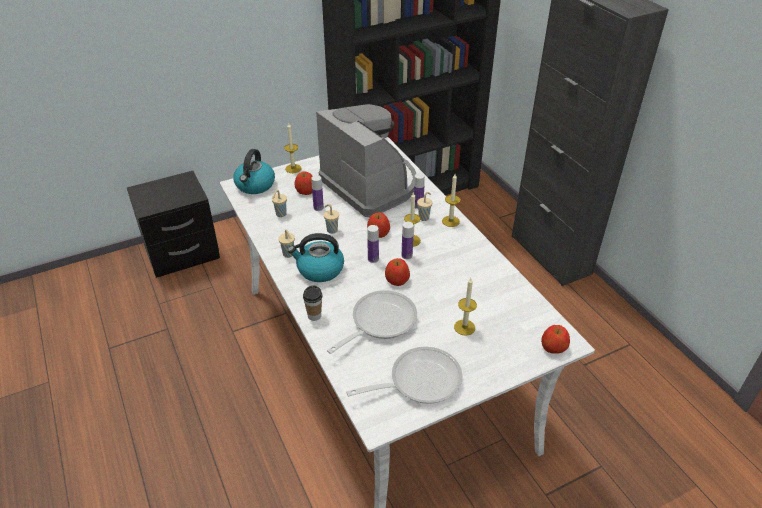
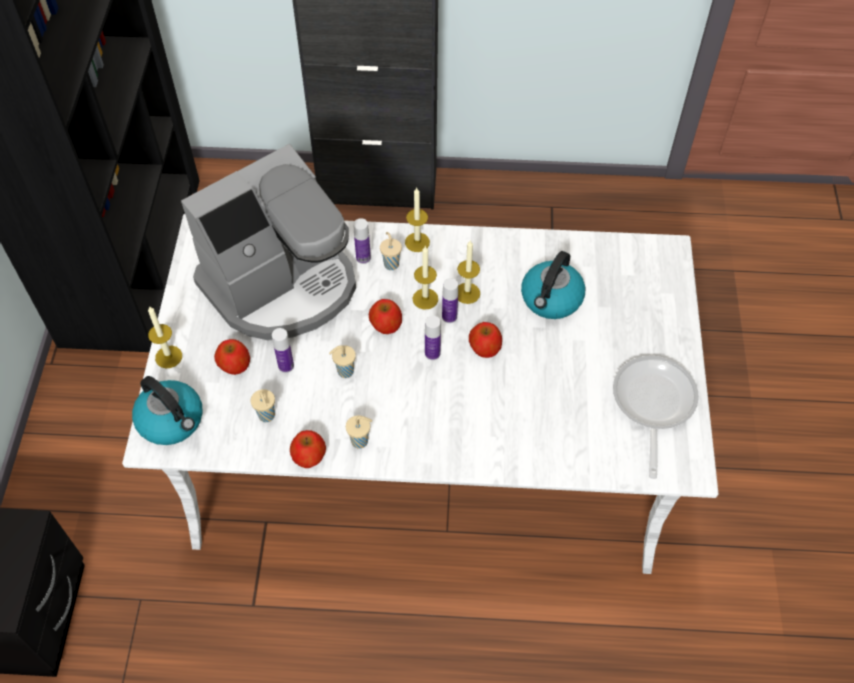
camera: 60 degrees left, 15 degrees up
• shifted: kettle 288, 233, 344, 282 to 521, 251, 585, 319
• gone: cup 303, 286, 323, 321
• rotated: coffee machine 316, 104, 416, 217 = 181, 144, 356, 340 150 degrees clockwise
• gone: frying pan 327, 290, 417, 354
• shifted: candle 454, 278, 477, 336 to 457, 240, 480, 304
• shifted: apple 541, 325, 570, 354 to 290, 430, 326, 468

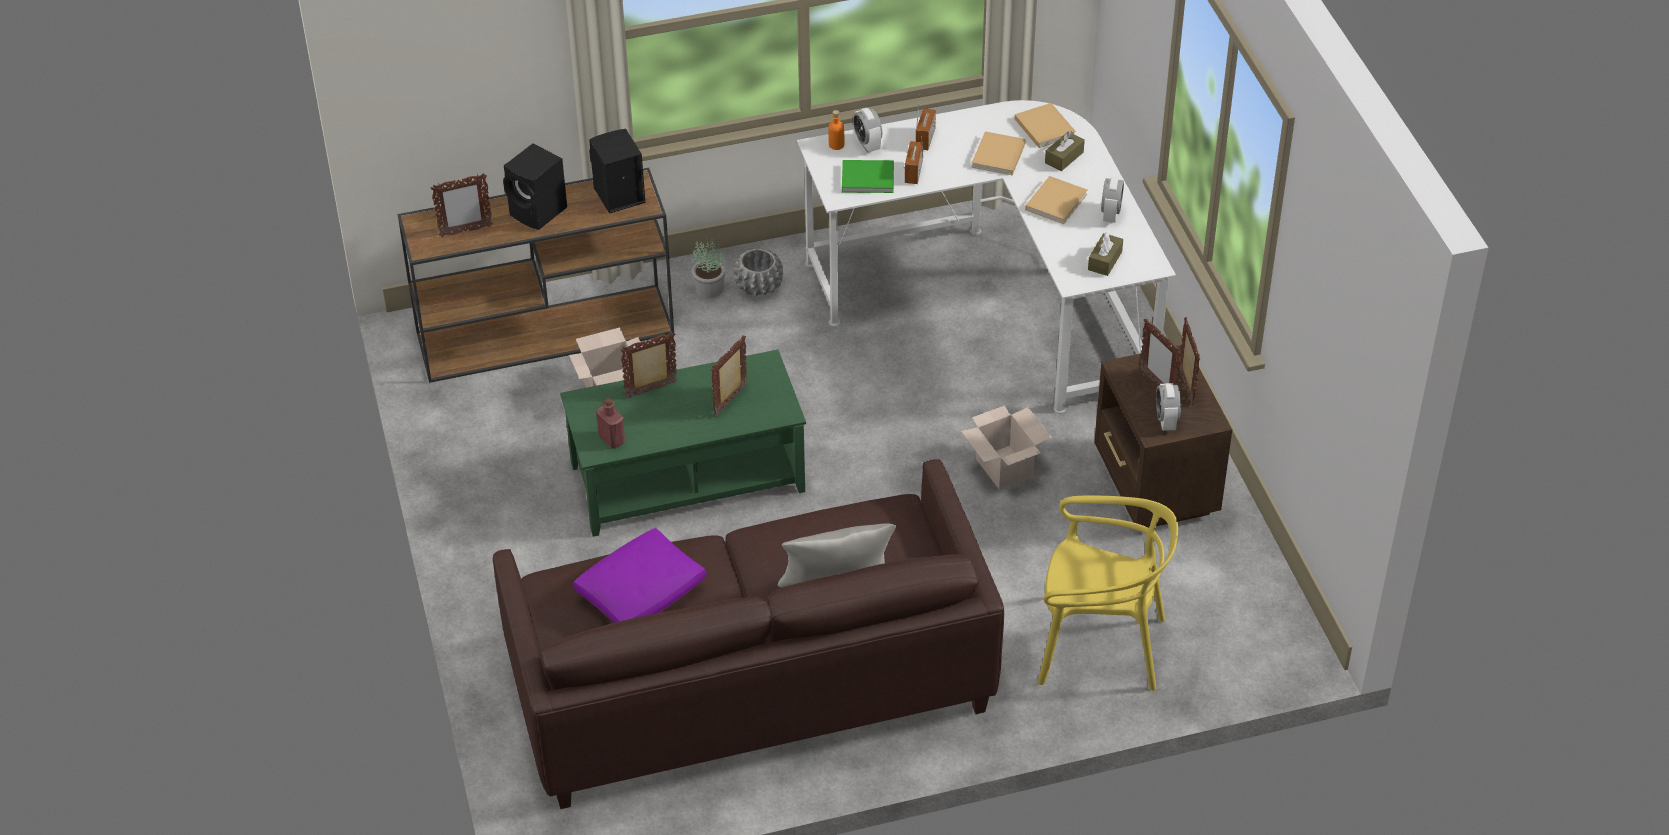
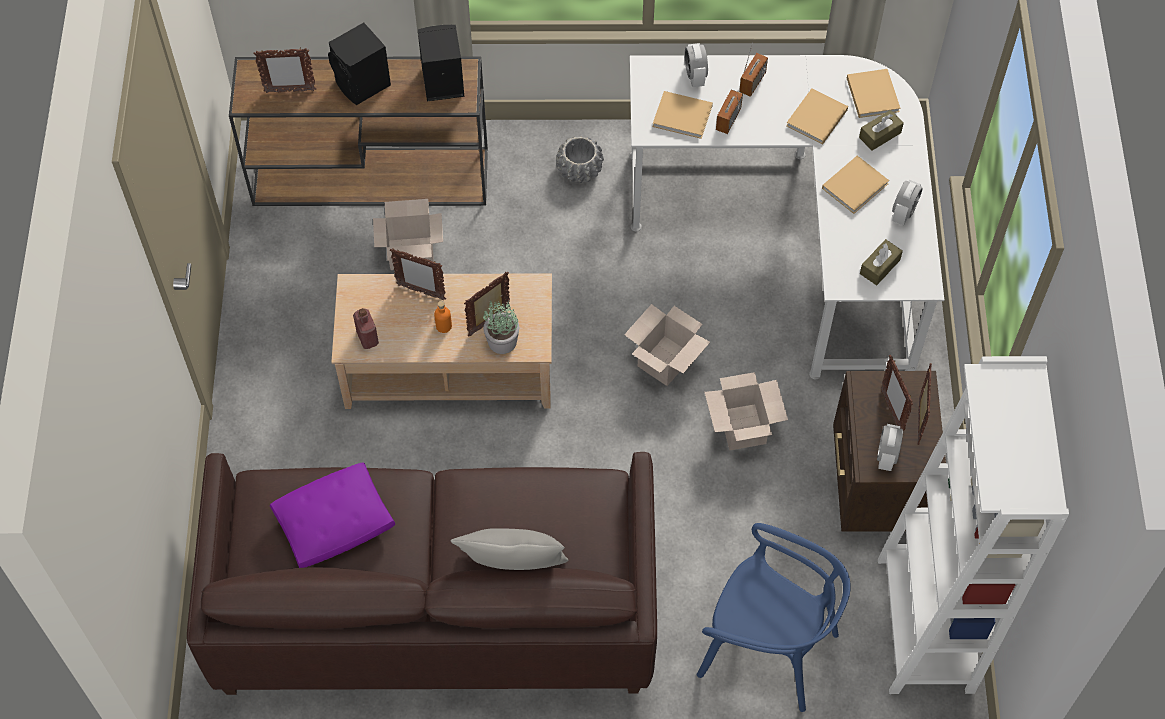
camera: 15 degrees right, 15 degrees up
• repainted: coffee table in green 560, 350, 806, 537 to coffee table in beige 331, 273, 552, 409
• rotated: picture frame 620, 332, 677, 398 = 390, 249, 446, 300 150 degrees counterclockwise
• shifted: potted plant 692, 241, 725, 298 to 483, 300, 520, 354
• shifted: bottle in orange 828, 110, 844, 150 to 434, 301, 452, 333
• repainted: book in green 842, 160, 894, 193 to book in beige 653, 91, 713, 139
• repainted: chair in yellow 1037, 495, 1178, 690 to chair in blue 697, 523, 851, 712
• new: cardboard box 624, 304, 710, 386
• new: bookcase in white 878, 356, 1069, 694

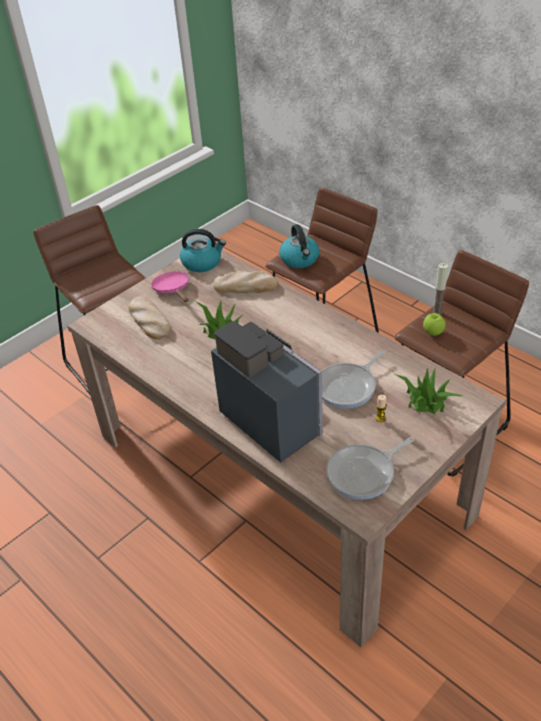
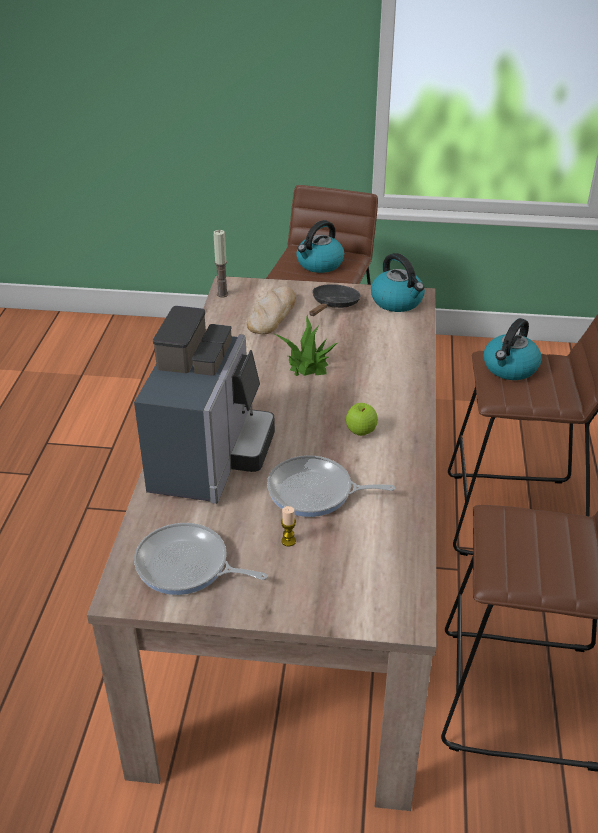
camera: 50 degrees right, 5 degrees down
• repainted: frying pan in pink 151, 271, 189, 302 to frying pan in black 309, 284, 361, 316
• gone: bread 213, 271, 279, 293
• gone: potted plant 395, 368, 462, 414
• shifted: apple 423, 313, 446, 336 to 346, 403, 378, 436
• shifted: candle 433, 263, 448, 315 to 213, 230, 229, 297
• new: kettle 296, 220, 344, 273

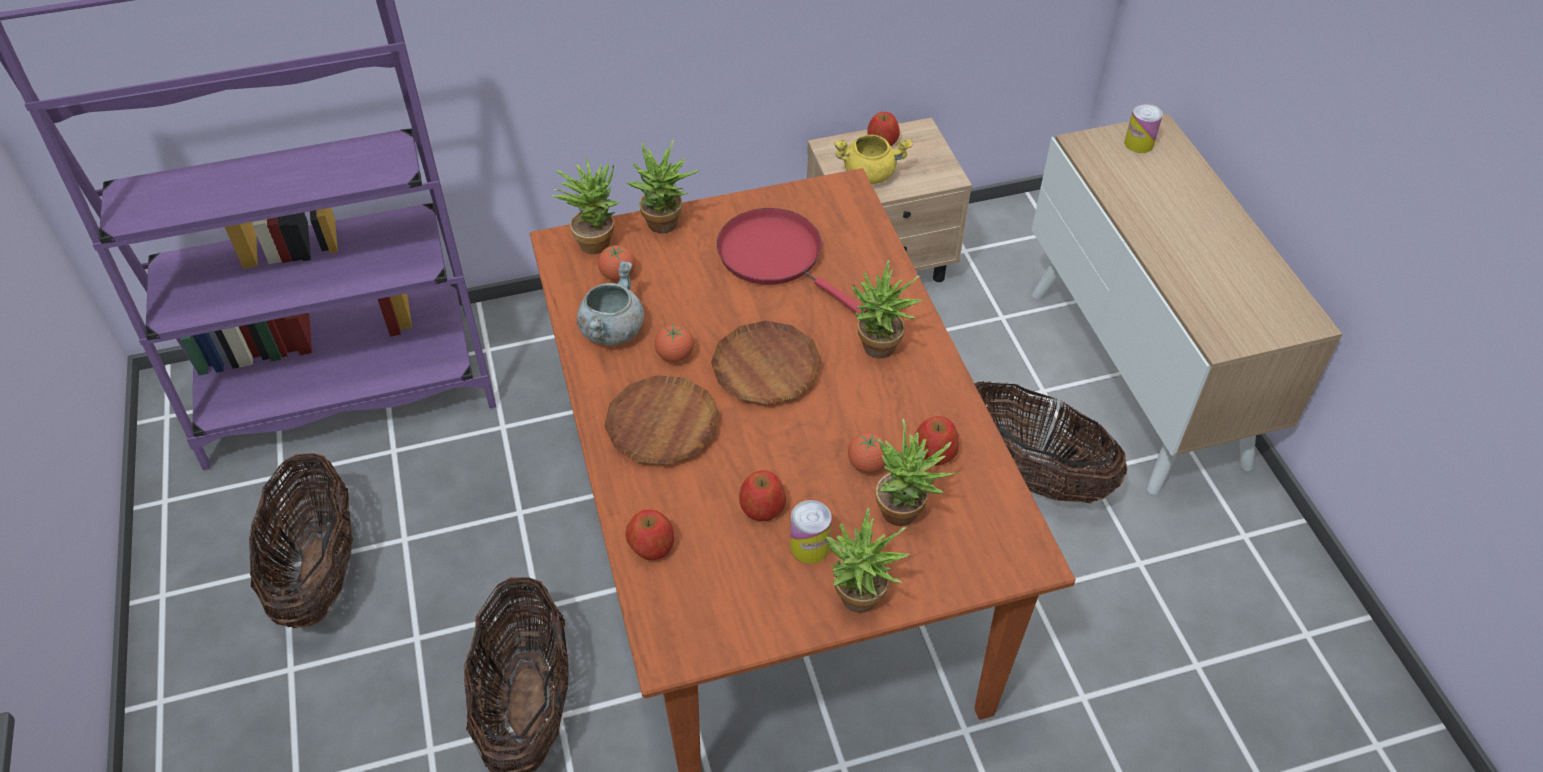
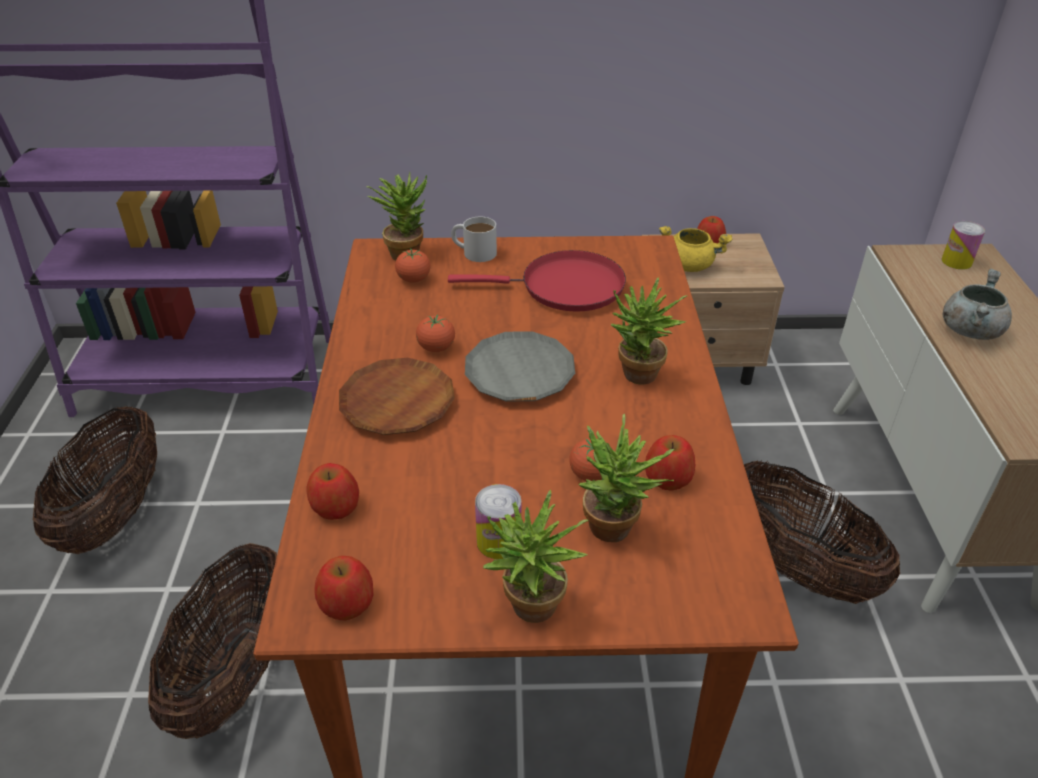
camera: 15 degrees right, 10 degrees down
• shifted: cooking pot in grey 577, 261, 644, 345 to 943, 269, 1012, 340
• swapped: potted plant 626, 140, 699, 233 to mug in white 451, 217, 497, 262
• repainted: plate in brown 711, 321, 822, 405 to plate in grey 465, 331, 575, 402
• rotated: frying pan in red 717, 208, 867, 314 = 448, 250, 626, 312 120 degrees clockwise
• shifted: apple 739, 470, 786, 521 to 314, 556, 374, 620

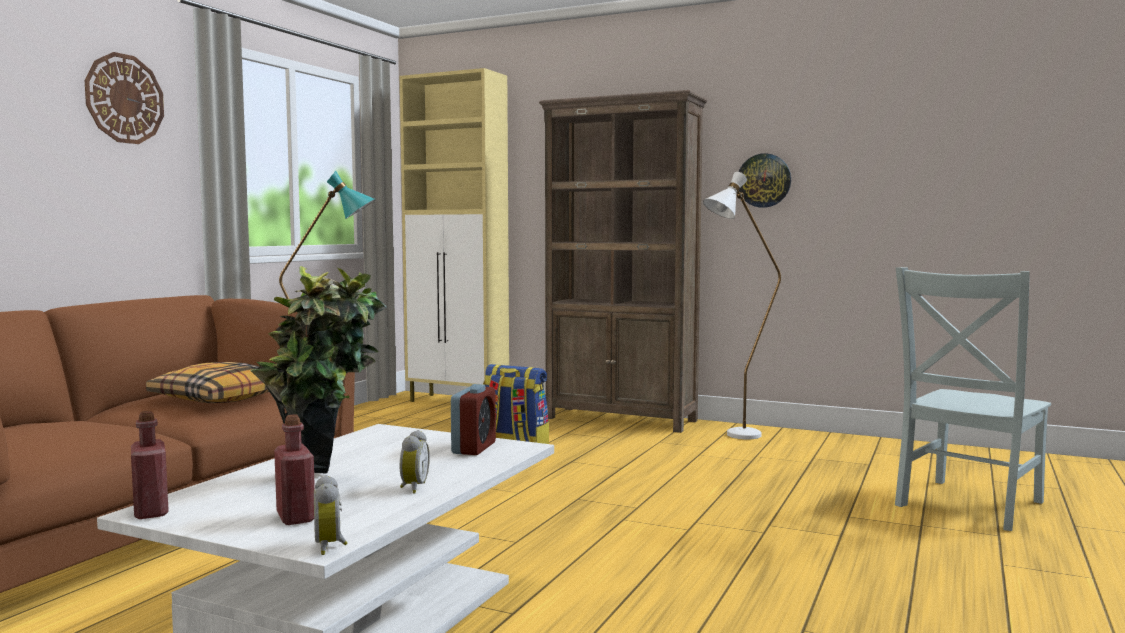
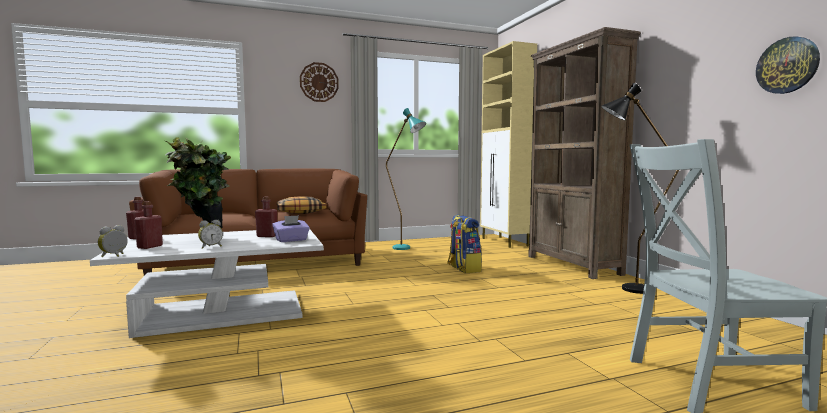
camera: 45 degrees right, 0 degrees up
• swapped: alarm clock 451, 384, 496, 455 to tissue box in purple 272, 215, 310, 242
• repainted: floor lamp in white 703, 172, 781, 439 to floor lamp in black 601, 83, 679, 294
• shifted: wall clock 739, 153, 791, 208 to 756, 36, 820, 94
• new: bottle in red 255, 196, 277, 237

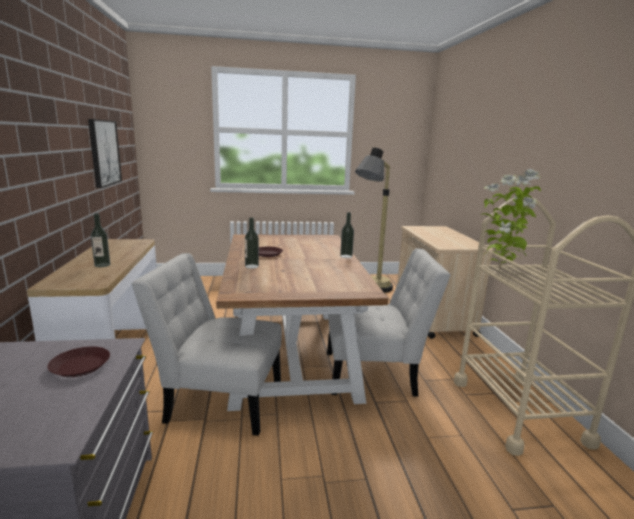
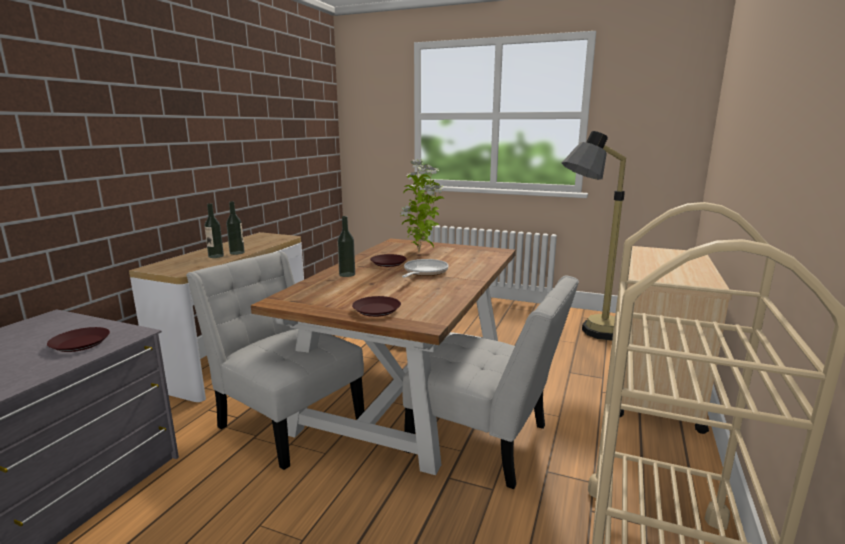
camera: 30 degrees right, 0 degrees up
• gone: picture 88, 119, 122, 188
• shifted: bottle 340, 212, 354, 258 to 226, 201, 245, 255
• shifted: potted plant 480, 169, 541, 271 to 401, 159, 445, 252
• new: plate in brown 352, 296, 401, 317
• new: frying pan 402, 259, 449, 278

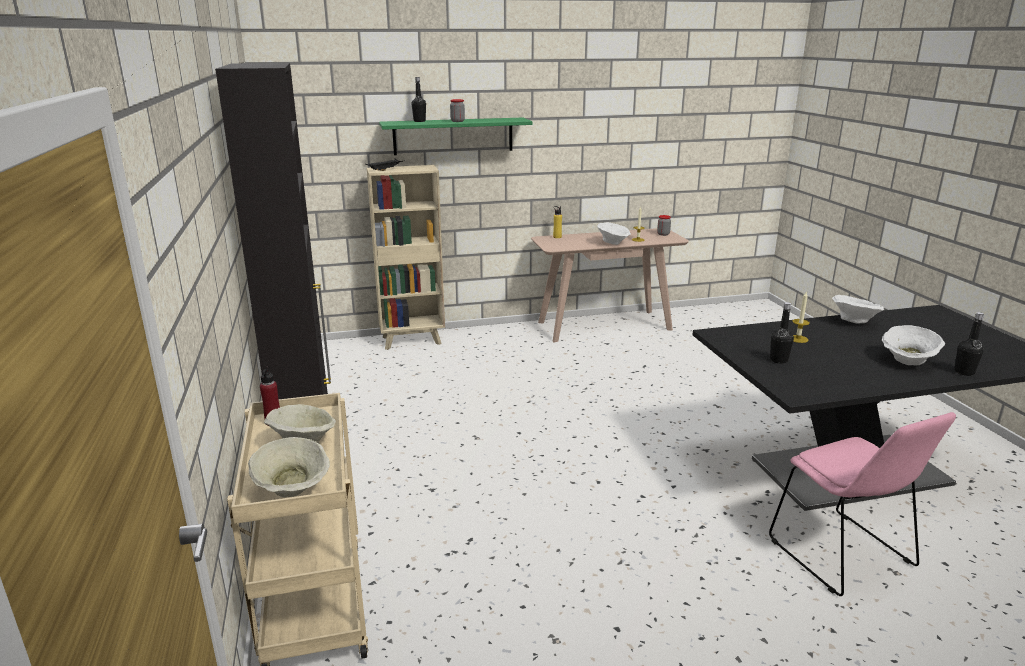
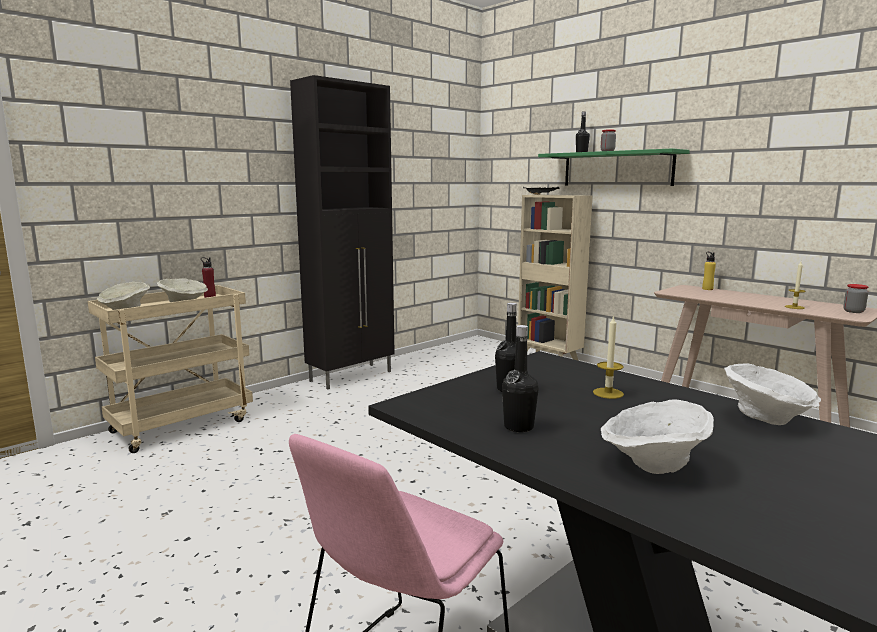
camera: 60 degrees right, 10 degrees down
• gone: bowl in white 597, 222, 631, 245
• shifted: bottle in black 954, 312, 984, 376 to 502, 325, 539, 432

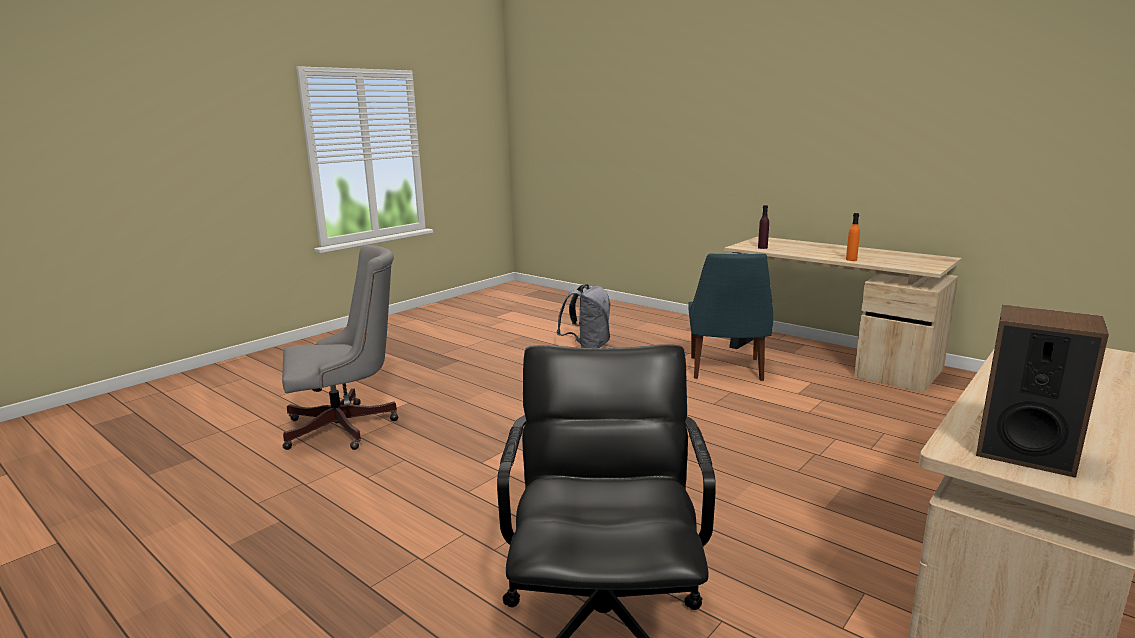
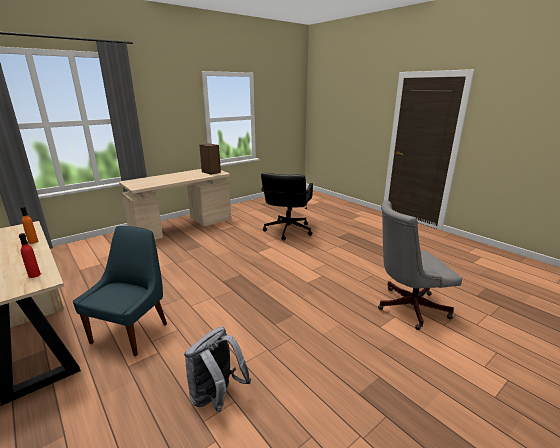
camera: 170 degrees left, 5 degrees up
• repainted: bottle in purple 758, 205, 769, 249 to bottle in red 19, 233, 41, 278

